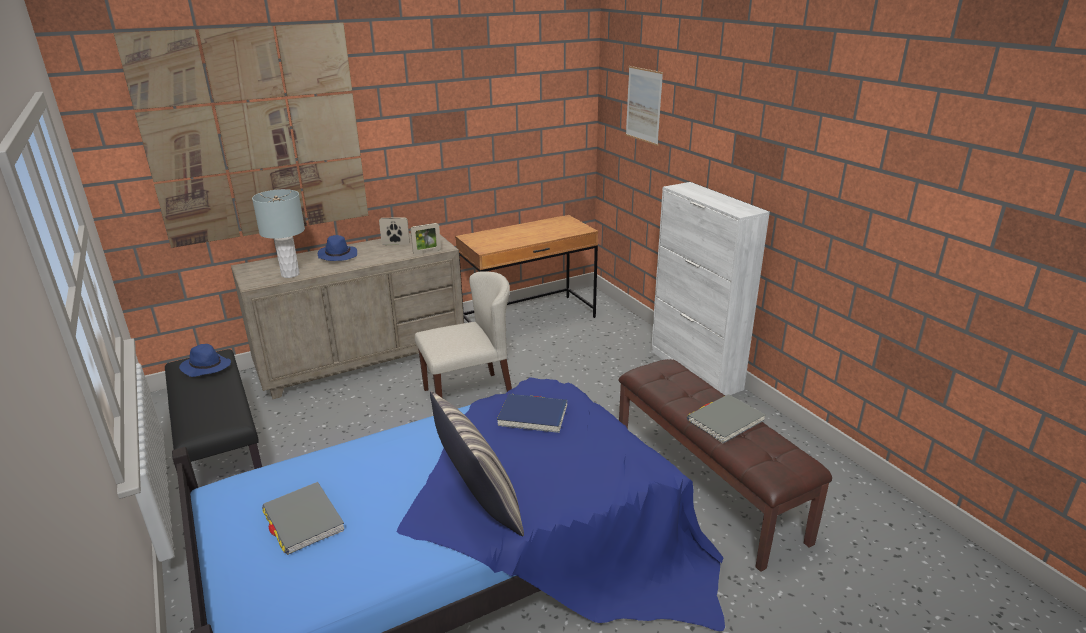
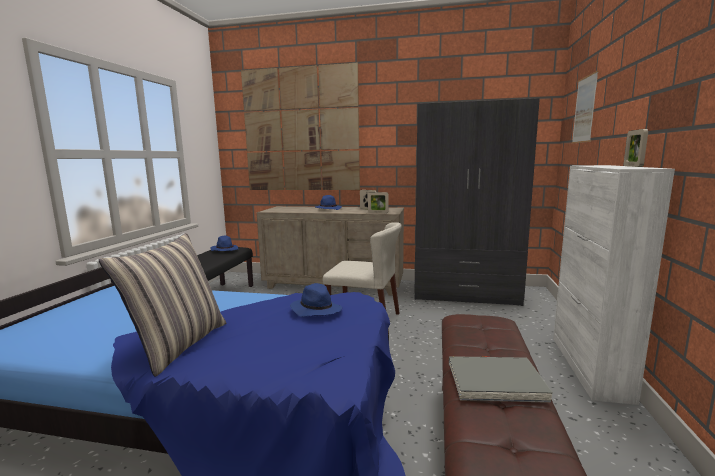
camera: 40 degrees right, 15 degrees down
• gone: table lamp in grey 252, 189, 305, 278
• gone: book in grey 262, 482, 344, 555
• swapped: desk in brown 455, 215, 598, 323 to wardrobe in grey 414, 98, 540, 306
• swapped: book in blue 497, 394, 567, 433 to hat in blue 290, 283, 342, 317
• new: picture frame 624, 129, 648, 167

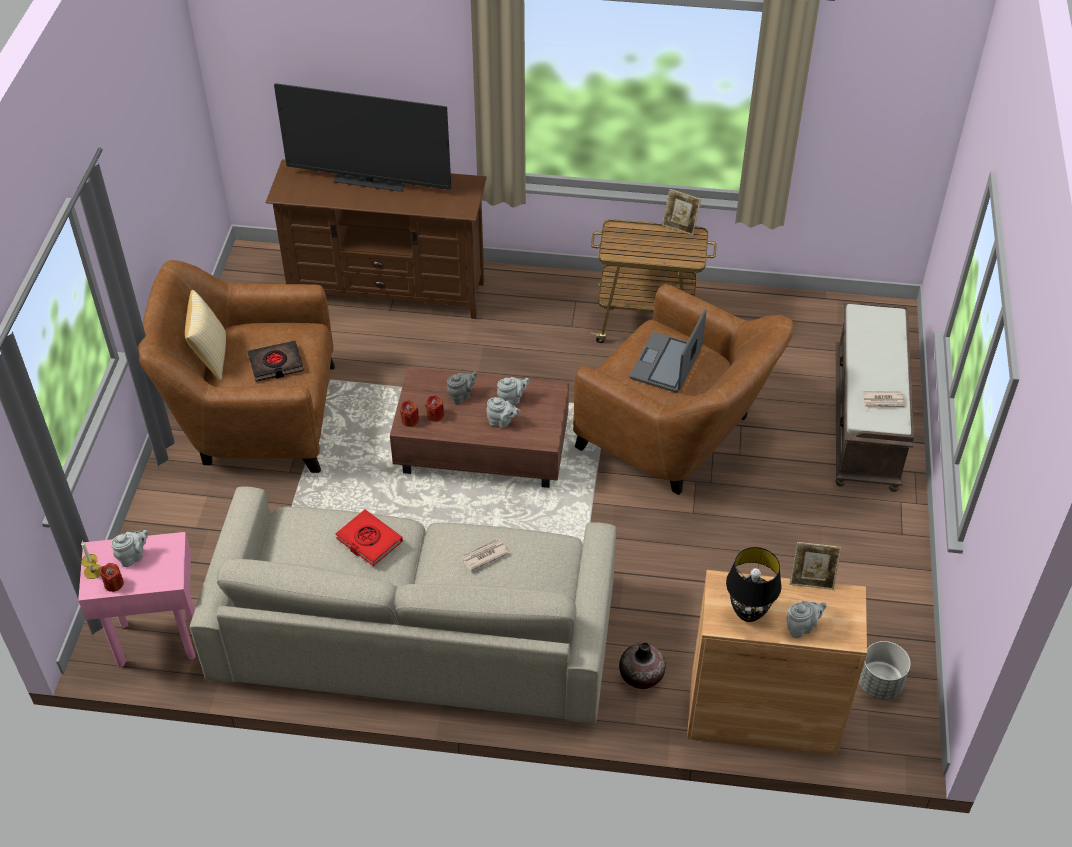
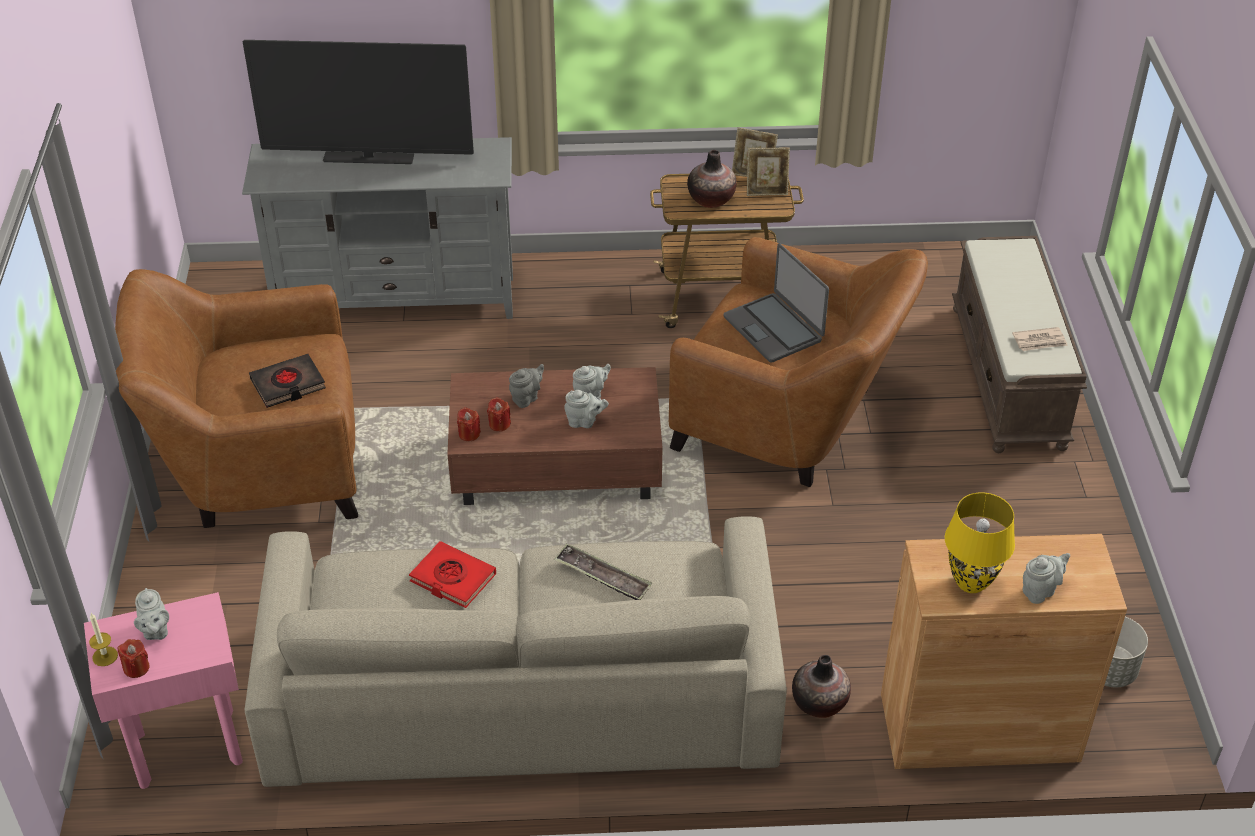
camera: 10 degrees left, 5 degrees down
• rotated: teapot in grey 111, 530, 149, 567 = 134, 588, 169, 640 120 degrees clockwise
• gone: pillow 185, 290, 226, 381
• repainted: tv stand in brown 265, 159, 487, 319 to tv stand in grey 242, 137, 513, 319
• swapped: newspaper 460, 538, 509, 571 to tray 554, 544, 652, 600
• rotated: laptop 630, 310, 707, 393 = 724, 243, 829, 363 45 degrees counterclockwise
• repainted: table lamp in black 726, 547, 781, 622 to table lamp in yellow 945, 492, 1015, 593
• shifted: picture frame 790, 542, 842, 590 to 747, 148, 790, 196
• new: vase 687, 150, 737, 208

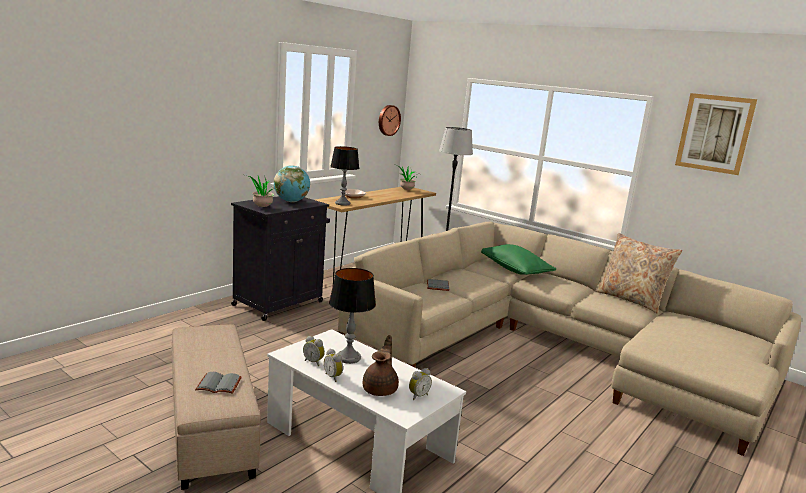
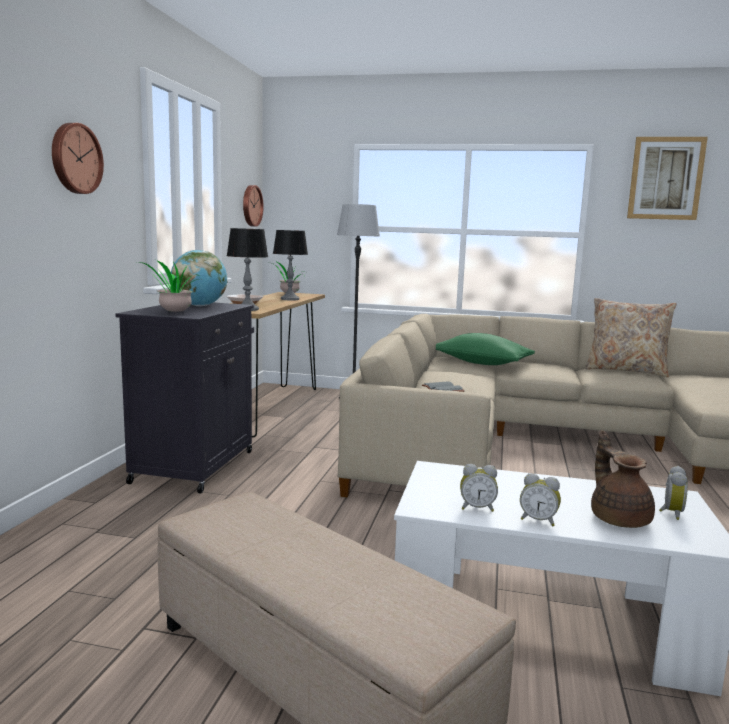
camera: 25 degrees left, 5 degrees down
• gone: book in grey 195, 372, 242, 394
• shifted: table lamp 329, 268, 376, 364 to 273, 230, 308, 301
• new: wall clock 52, 123, 104, 194

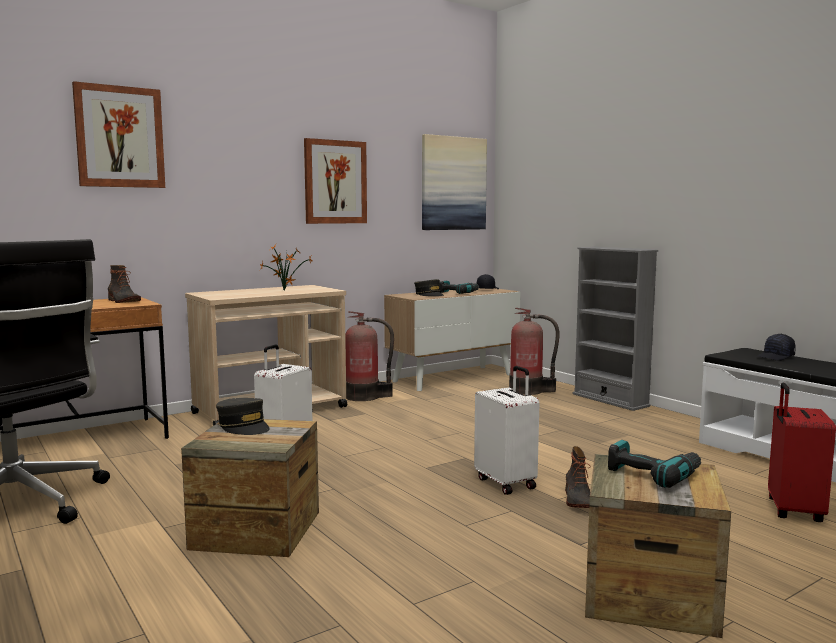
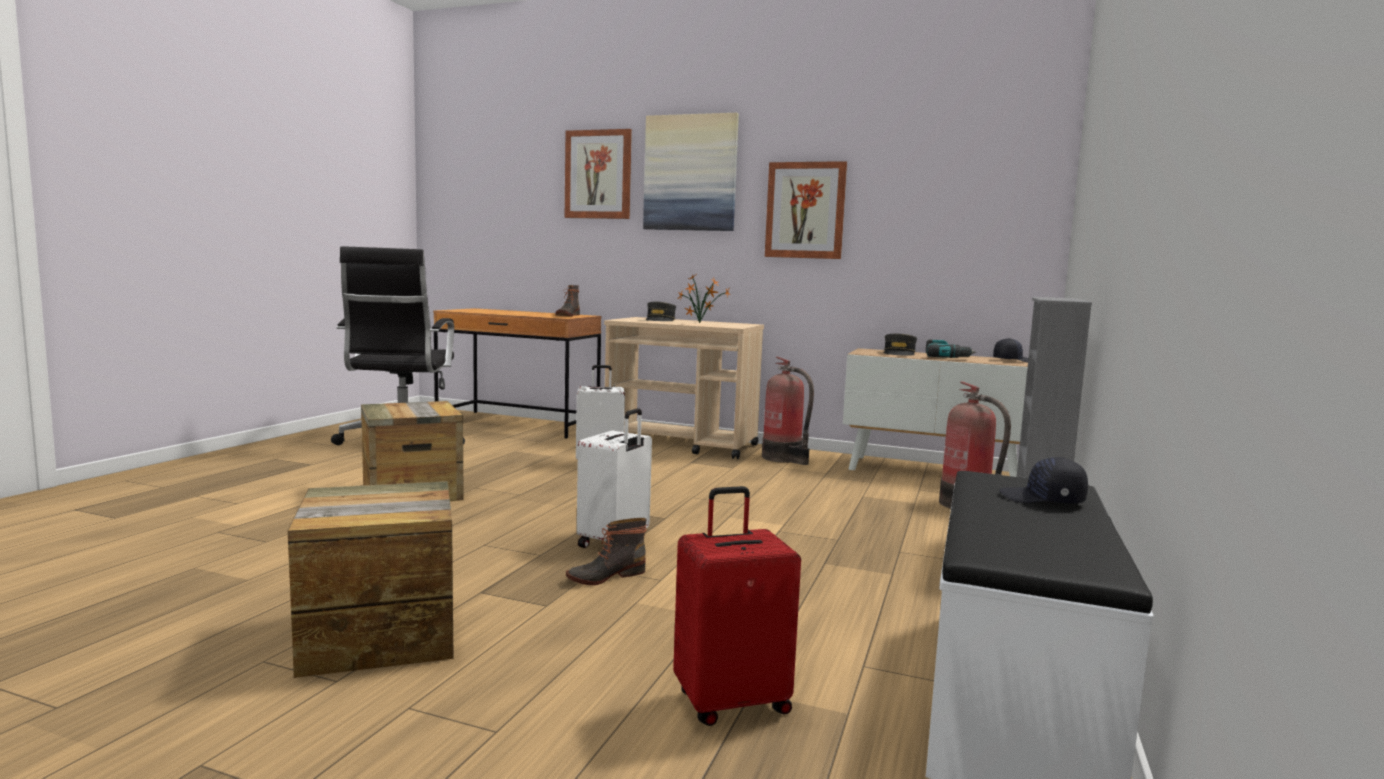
camera: 55 degrees right, 0 degrees up
• shifted: cap in grey 216, 398, 270, 435 to 646, 302, 676, 321
• shifted: picture 422, 134, 487, 230 to 643, 113, 739, 231
• gone: power drill 608, 440, 701, 488

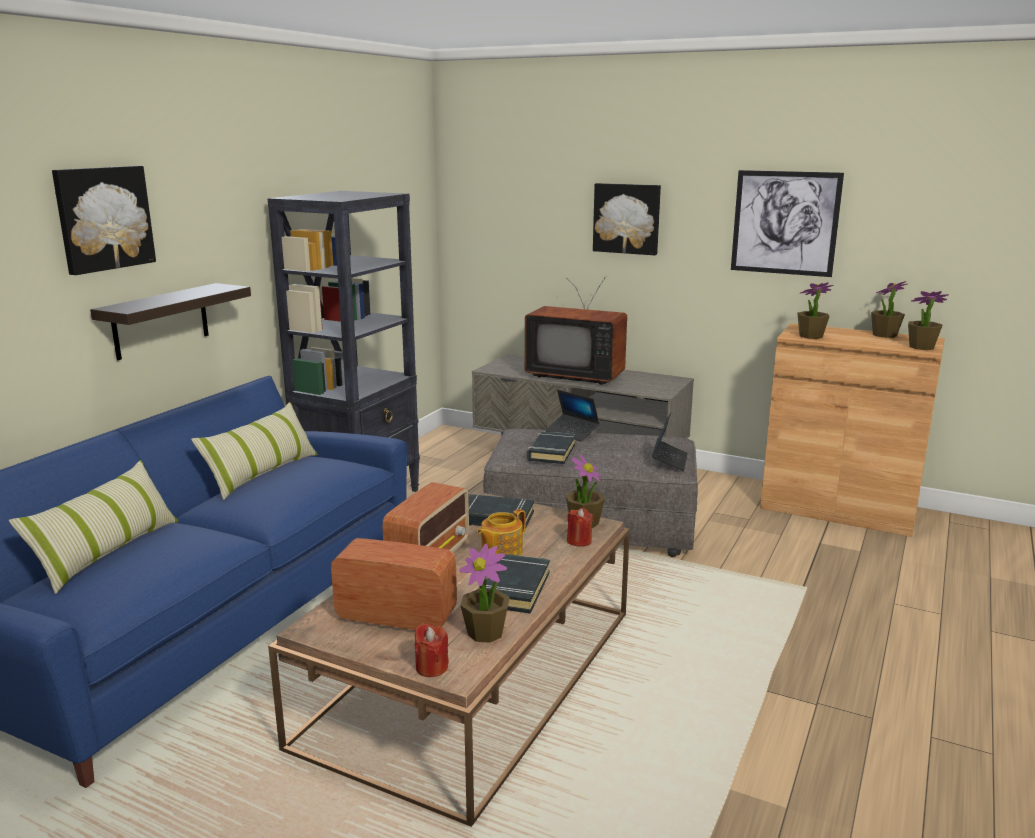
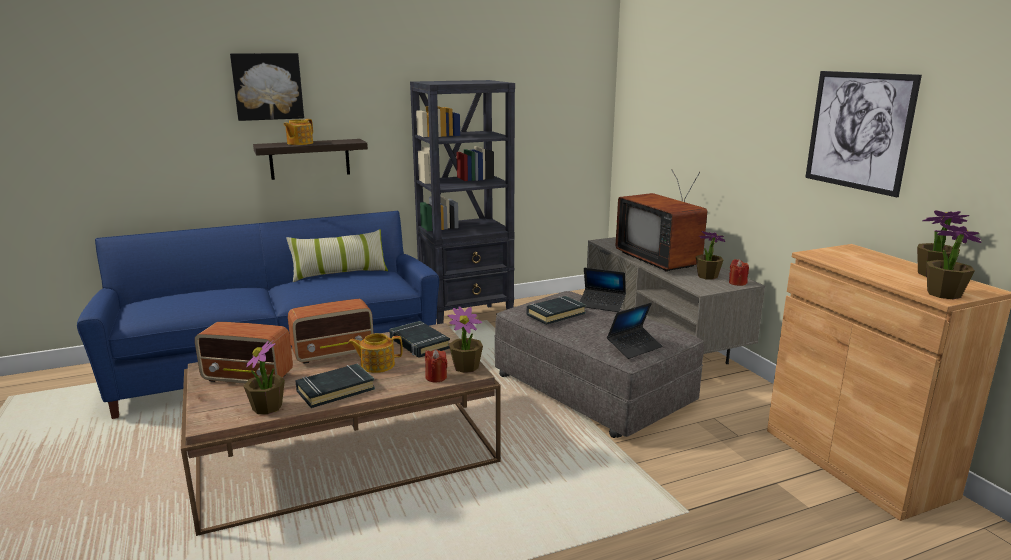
camera: 40 degrees right, 0 degrees up
• gone: pillow 9, 460, 179, 594
• rotated: radio 331, 538, 457, 630 = 195, 322, 293, 384 135 degrees clockwise
• shifted: candle in red 415, 623, 449, 677 to 729, 259, 749, 286
• rotated: laptop 546, 390, 600, 441 = 580, 268, 626, 312 60 degrees counterclockwise
• gone: picture 593, 183, 661, 255
• shifted: potted plant 797, 282, 834, 339 to 696, 231, 726, 280
• new: teapot 283, 119, 313, 145

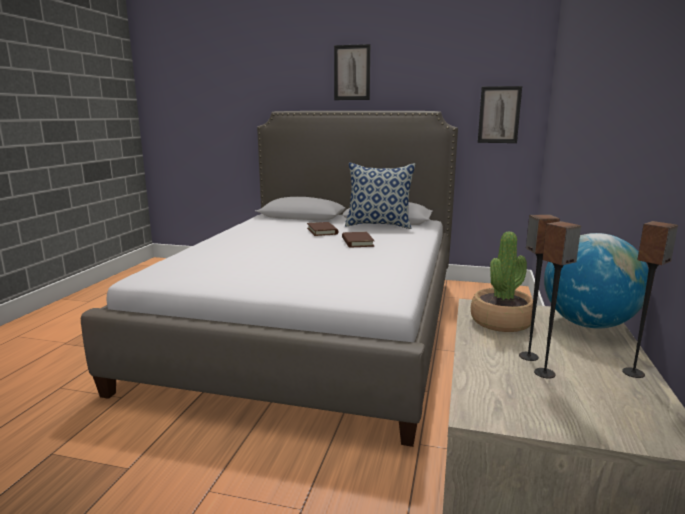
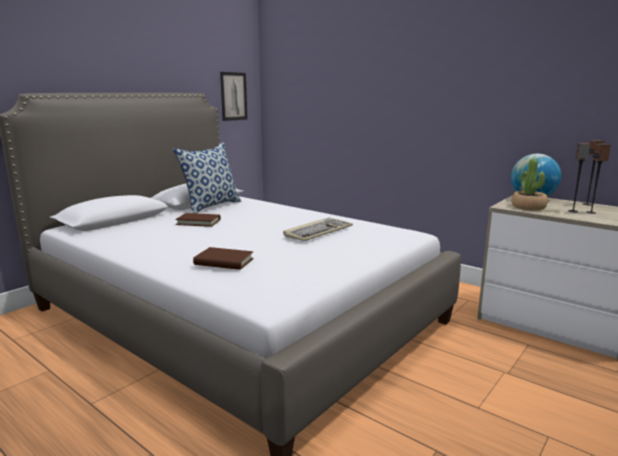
camera: 65 degrees left, 0 degrees up
• gone: picture 334, 44, 370, 100
• shifted: book in brown 342, 232, 375, 247 to 193, 247, 254, 270
• new: keyboard 283, 217, 353, 241

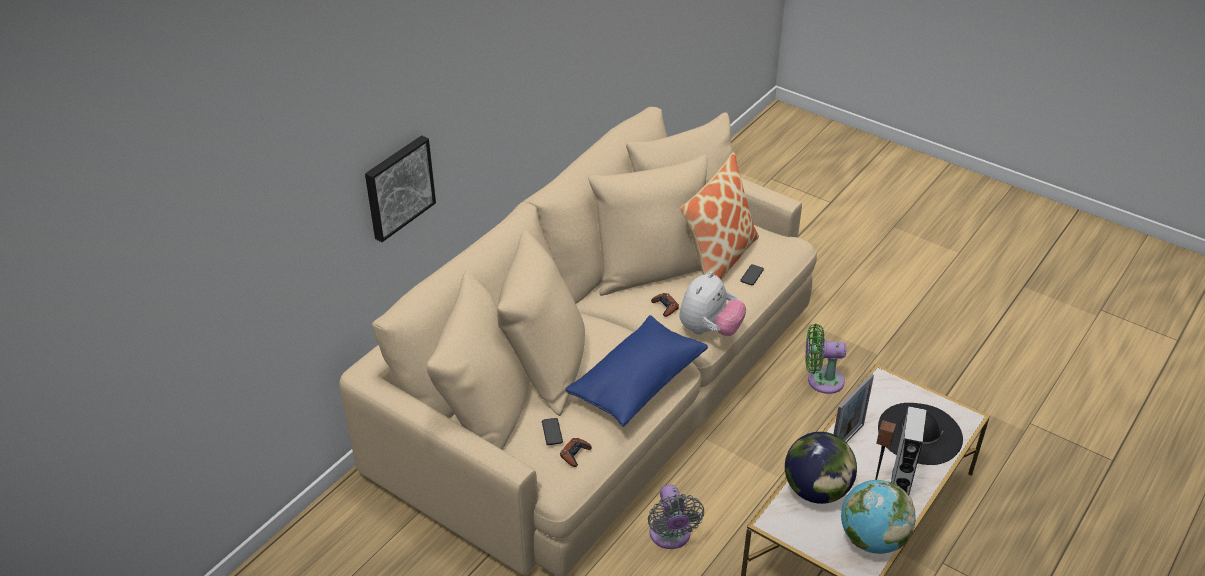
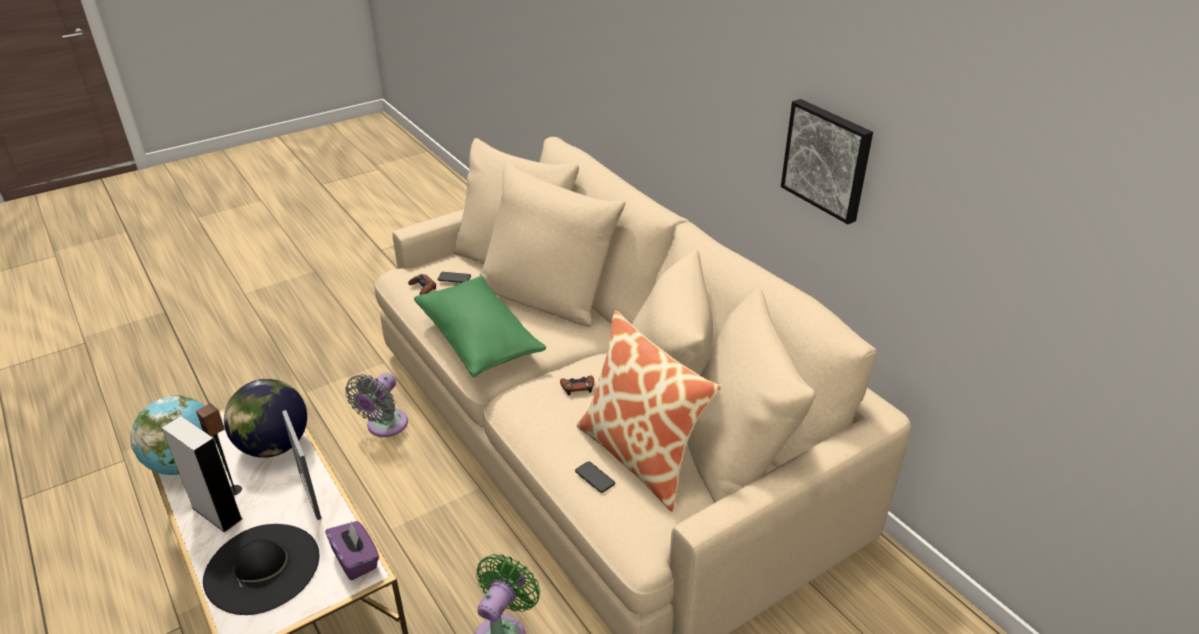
camera: 110 degrees right, 5 degrees down
• shifted: picture 365, 136, 436, 242 to 781, 99, 873, 224
• repainted: pillow in blue 565, 315, 708, 427 to pillow in green 414, 276, 546, 377
• rotated: fan in grey 648, 484, 704, 549 = 345, 373, 408, 437 75 degrees counterclockwise
• gone: plush toy 679, 271, 746, 336
• new: tissue box in purple 325, 521, 379, 580

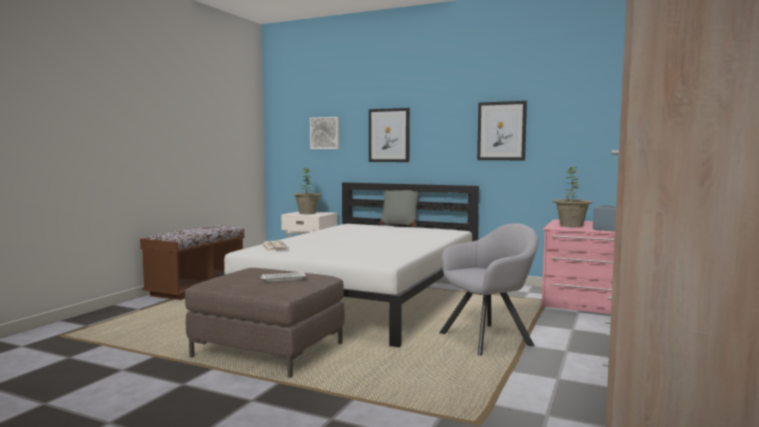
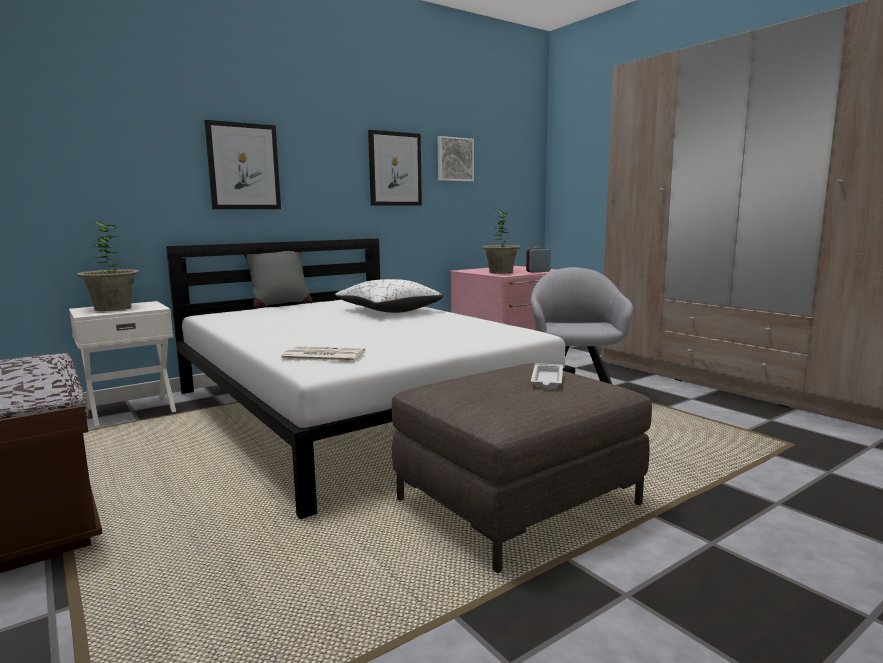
camera: 60 degrees left, 5 degrees up
• shifted: picture 310, 117, 339, 149 to 438, 136, 474, 182
• new: pillow in white 335, 279, 443, 313

